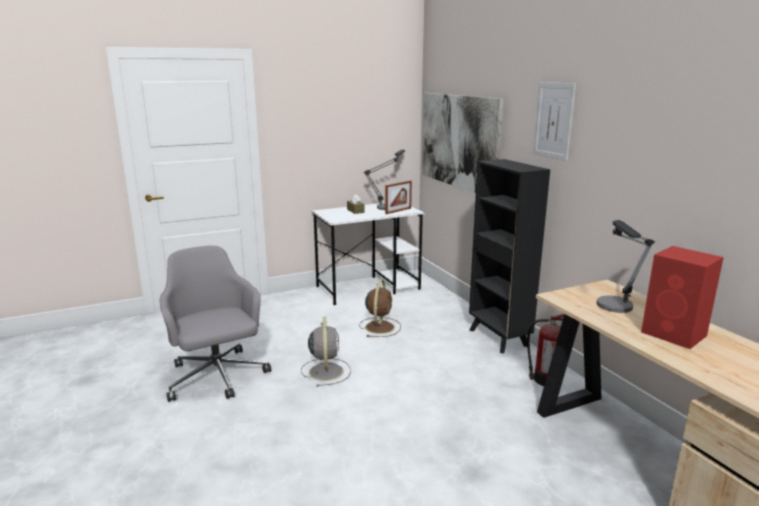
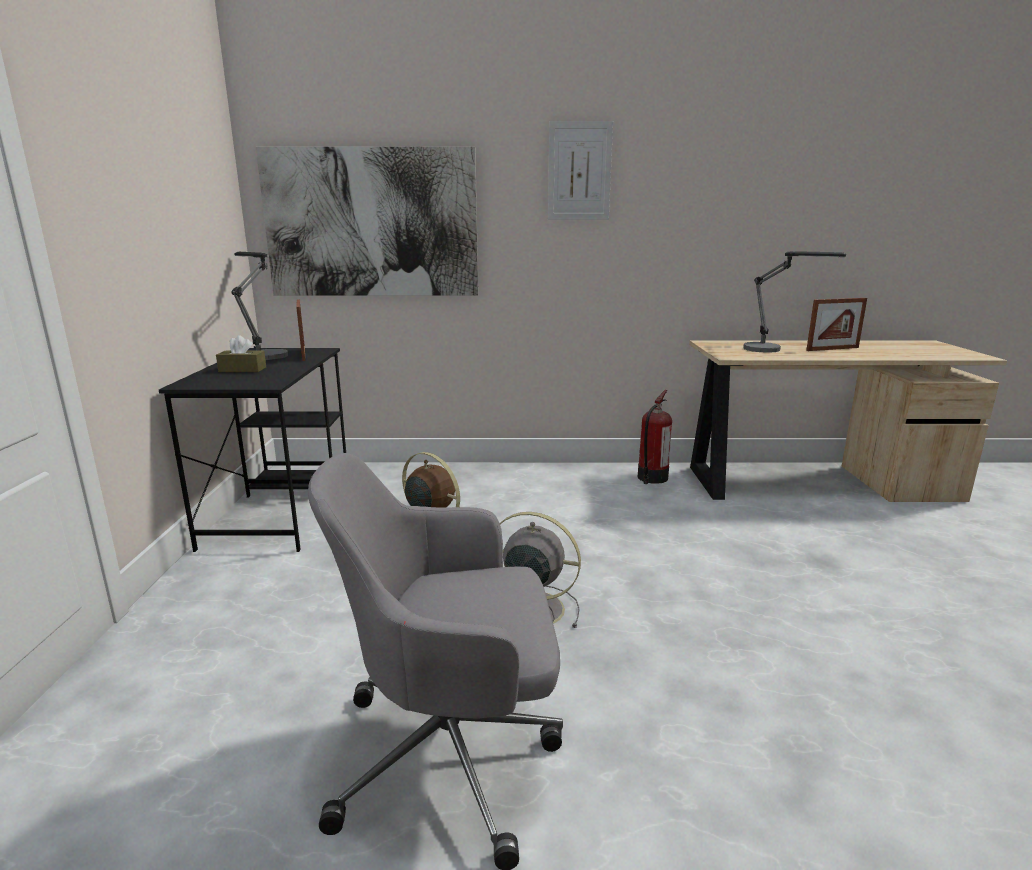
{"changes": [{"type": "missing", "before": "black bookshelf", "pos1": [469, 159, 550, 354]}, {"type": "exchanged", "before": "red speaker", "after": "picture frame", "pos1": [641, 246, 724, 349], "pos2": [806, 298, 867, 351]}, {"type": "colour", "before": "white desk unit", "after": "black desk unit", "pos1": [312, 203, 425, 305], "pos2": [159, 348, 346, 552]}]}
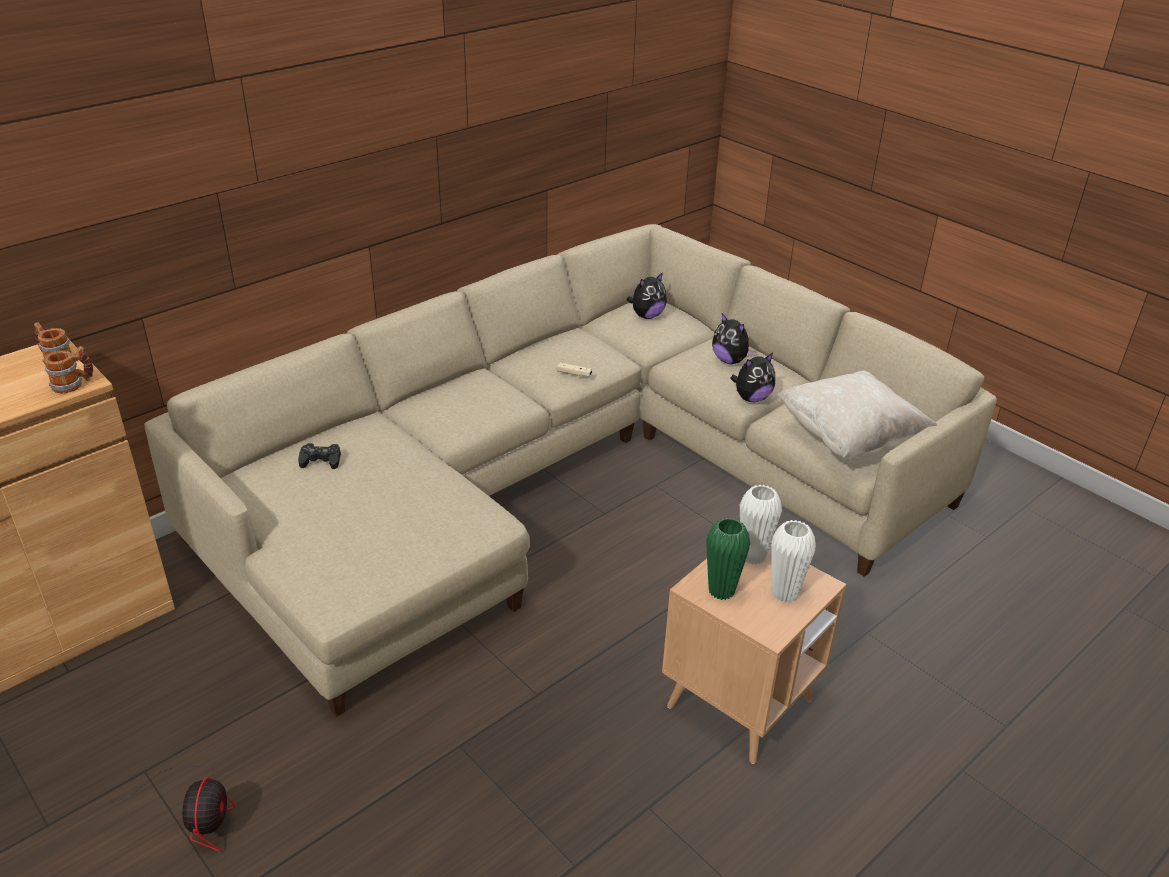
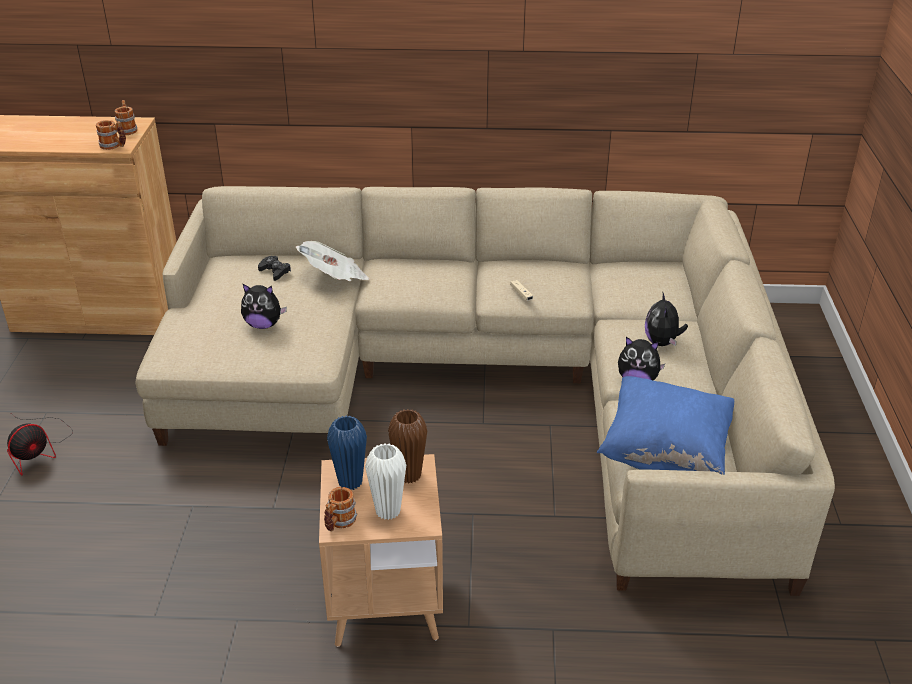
{"changes": [{"type": "appeared", "after": "daily paper", "pos2": [296, 241, 370, 281]}, {"type": "appeared", "after": "tea mug", "pos2": [324, 486, 357, 532]}, {"type": "relocated", "before": "soft toy", "pos1": [627, 272, 667, 319], "pos2": [241, 283, 287, 329]}, {"type": "colour", "before": "green decorative vase", "after": "bluish decorative vase", "pos1": [706, 518, 750, 600], "pos2": [327, 416, 367, 490]}, {"type": "colour", "before": "white decorative vase", "after": "brown decorative vase", "pos1": [740, 485, 782, 565], "pos2": [388, 409, 427, 484]}, {"type": "colour", "before": "beige cushion", "after": "bluish cushion", "pos1": [777, 370, 937, 459], "pos2": [597, 376, 734, 475]}]}
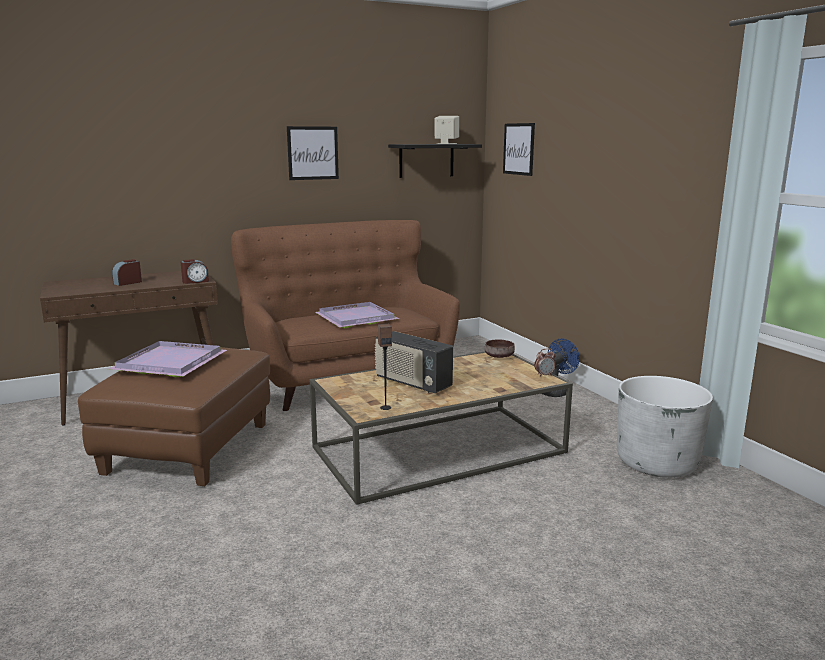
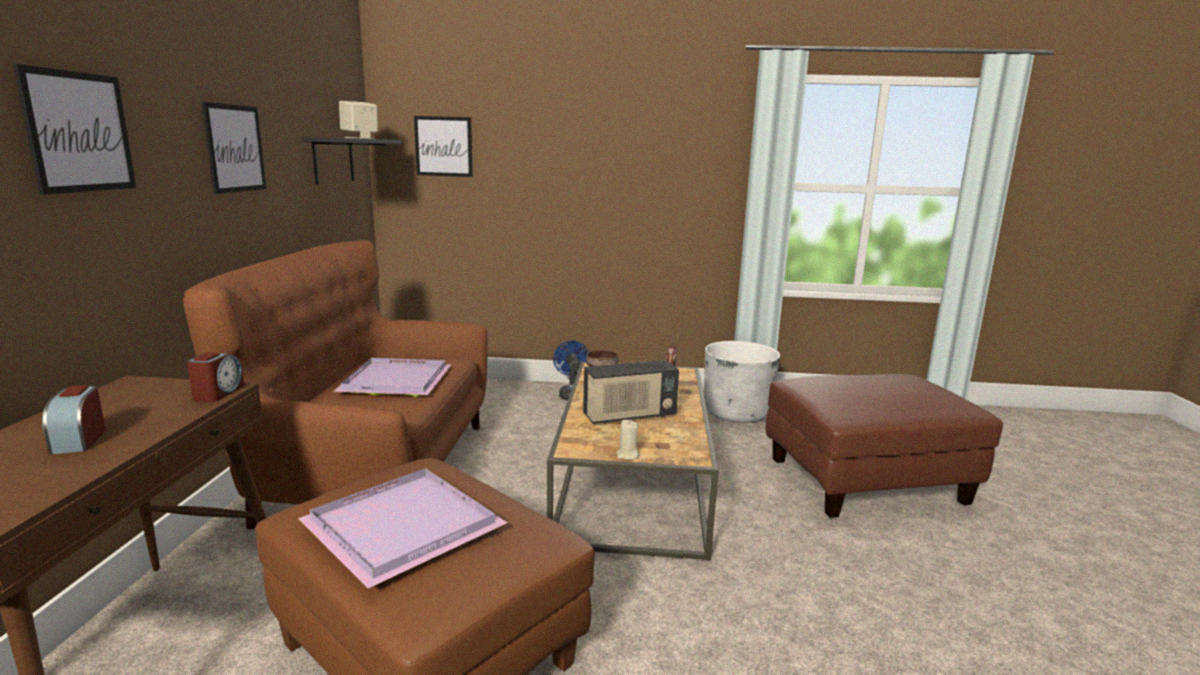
{"changes": [{"type": "missing", "before": "speaker", "pos1": [378, 324, 392, 410]}, {"type": "appeared", "after": "wall picture", "pos2": [13, 64, 136, 195]}, {"type": "appeared", "after": "beige wax candle", "pos2": [616, 420, 639, 460]}, {"type": "appeared", "after": "brown footrest", "pos2": [766, 374, 1003, 518]}]}
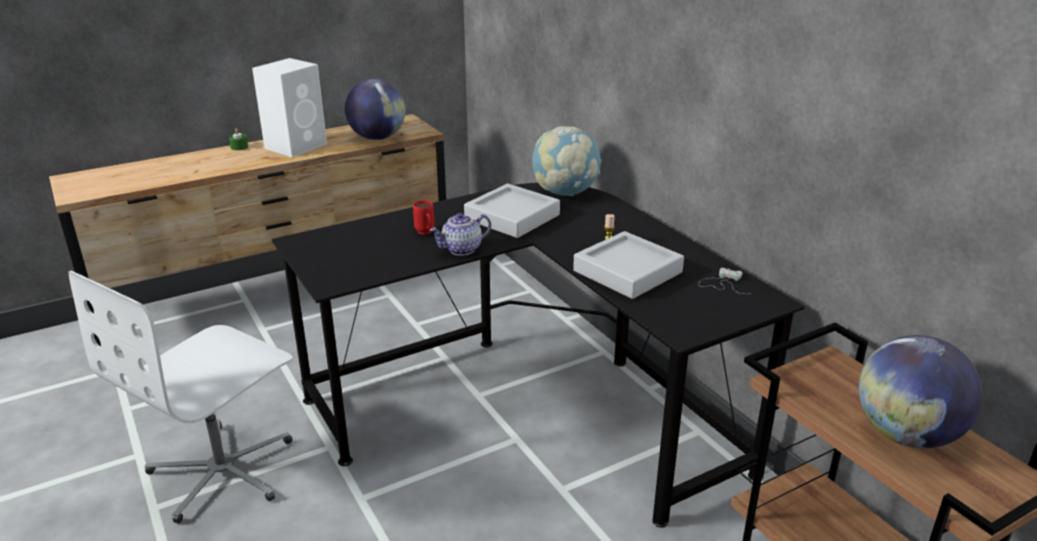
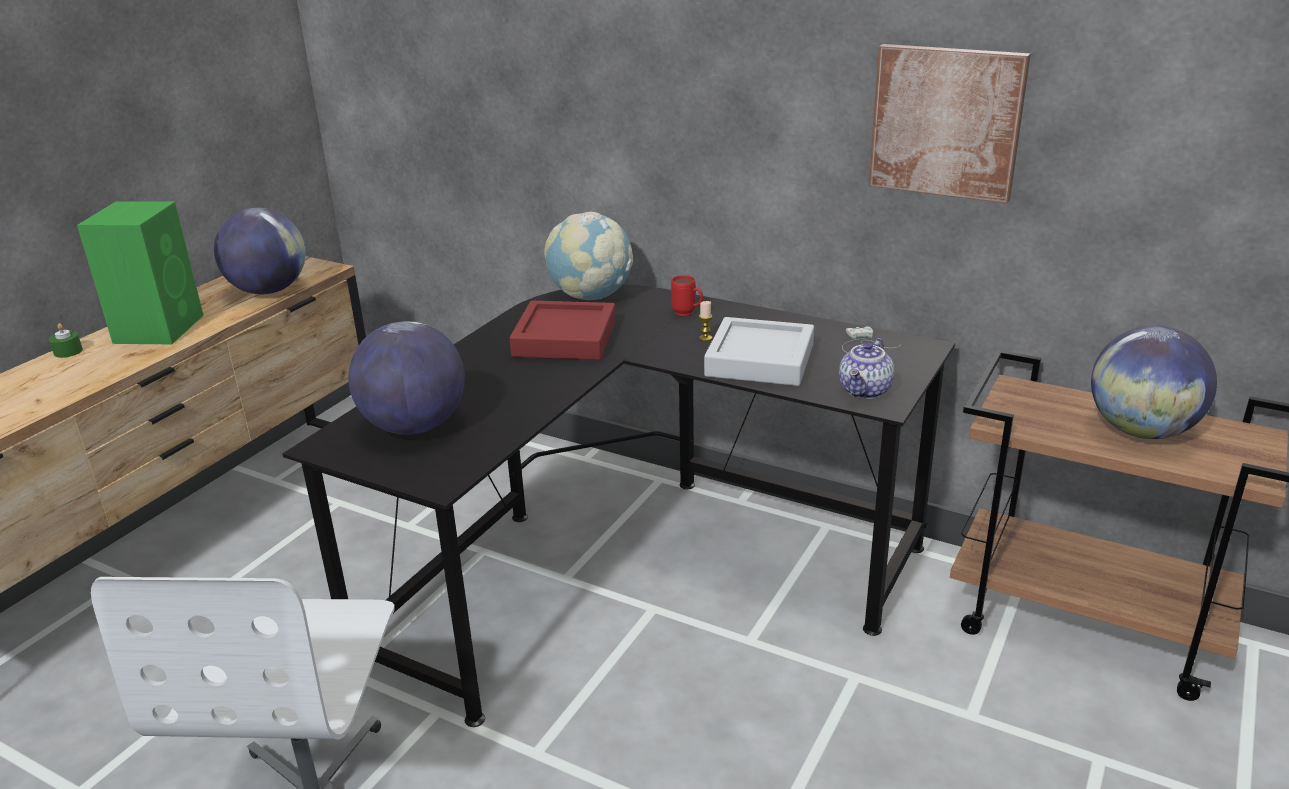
{"changes": [{"type": "appeared", "after": "world globe", "pos2": [348, 321, 465, 435]}, {"type": "appeared", "after": "wall picture", "pos2": [869, 44, 1031, 203]}, {"type": "relocated", "before": "red tea mug", "pos1": [413, 200, 434, 235], "pos2": [671, 275, 703, 316]}, {"type": "relocated", "before": "tea pot", "pos1": [429, 213, 491, 256], "pos2": [839, 338, 894, 399]}, {"type": "colour", "before": "white speaker", "after": "green speaker", "pos1": [252, 58, 327, 157], "pos2": [77, 201, 204, 344]}, {"type": "colour", "before": "greyish carrying tray", "after": "red carrying tray", "pos1": [464, 184, 560, 238], "pos2": [509, 301, 616, 360]}]}
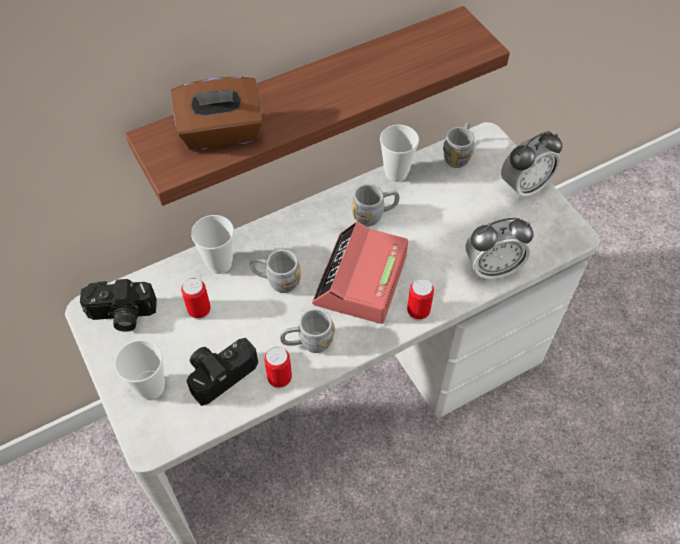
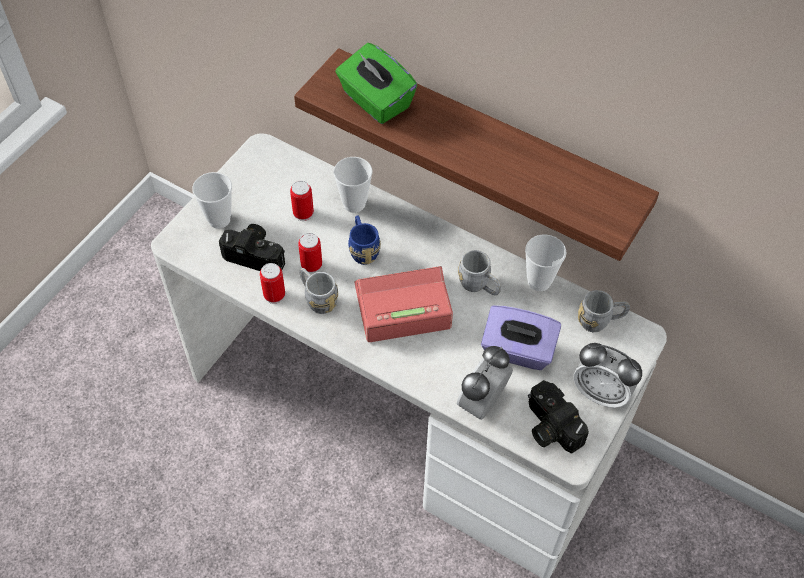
{"changes": [{"type": "appeared", "after": "purplish tissue box", "pos2": [481, 305, 561, 370]}, {"type": "relocated", "before": "still camera", "pos1": [80, 279, 157, 332], "pos2": [528, 380, 589, 454]}, {"type": "relocated", "before": "sealed can", "pos1": [407, 278, 434, 321], "pos2": [298, 233, 322, 274]}, {"type": "colour", "before": "brown tissue box", "after": "green tissue box", "pos1": [170, 76, 263, 151], "pos2": [335, 43, 417, 124]}, {"type": "colour", "before": "greyish tea mug", "after": "bluish tea mug", "pos1": [250, 250, 301, 293], "pos2": [348, 215, 381, 265]}, {"type": "spun", "before": "table clock", "pos1": [466, 218, 534, 280], "pos2": [457, 346, 513, 420], "turn": 75}]}
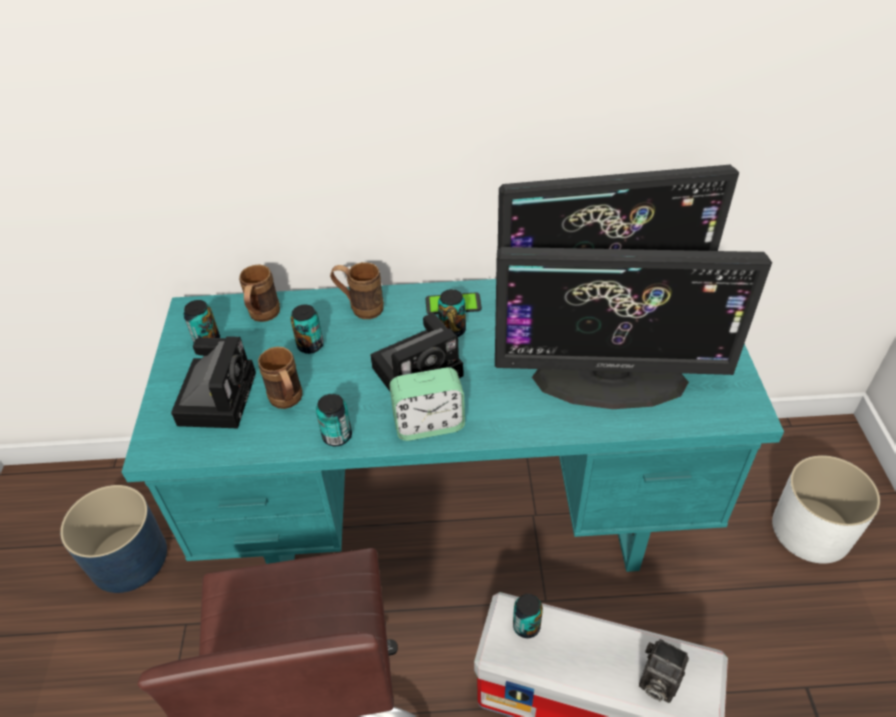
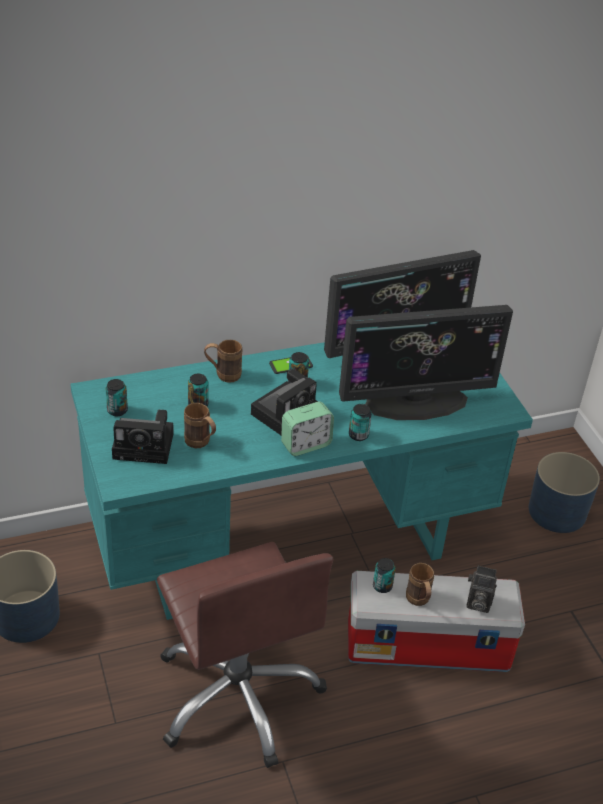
{"changes": [{"type": "relocated", "before": "brown tea mug", "pos1": [239, 265, 280, 322], "pos2": [406, 563, 434, 606]}, {"type": "relocated", "before": "sealed can", "pos1": [316, 394, 352, 446], "pos2": [349, 404, 372, 441]}, {"type": "colour", "before": "white planter", "after": "bluish planter", "pos1": [772, 455, 880, 564], "pos2": [529, 452, 600, 533]}, {"type": "spun", "before": "still camera", "pos1": [171, 336, 256, 428], "pos2": [112, 410, 174, 464], "turn": 105}]}
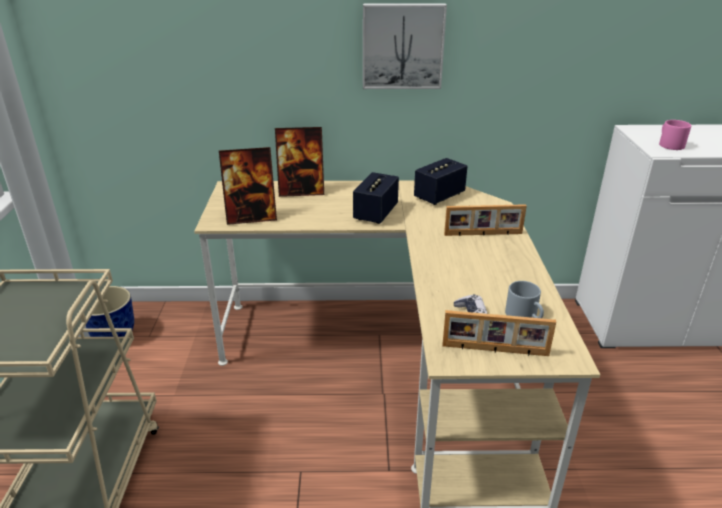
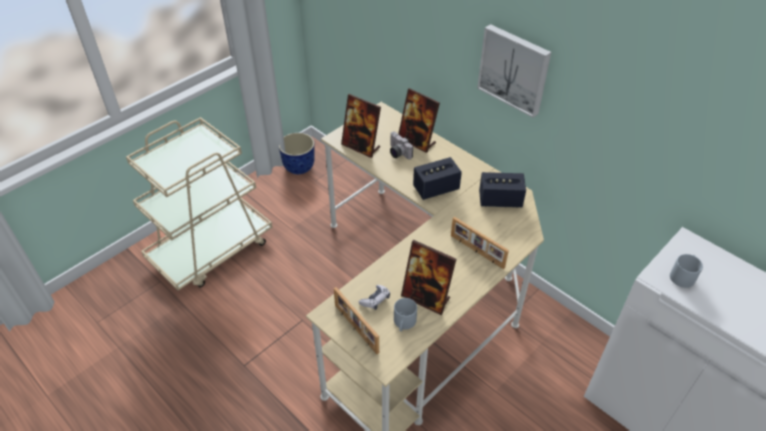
{"changes": [{"type": "appeared", "after": "still camera", "pos2": [390, 132, 413, 159]}, {"type": "appeared", "after": "picture frame", "pos2": [401, 240, 456, 315]}, {"type": "colour", "before": "pink tea mug", "after": "greyish tea mug", "pos1": [659, 120, 691, 150], "pos2": [670, 254, 703, 288]}]}
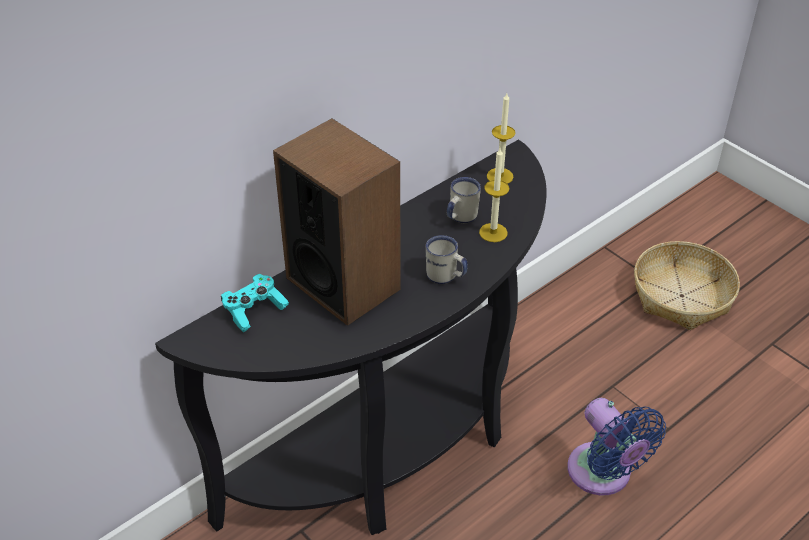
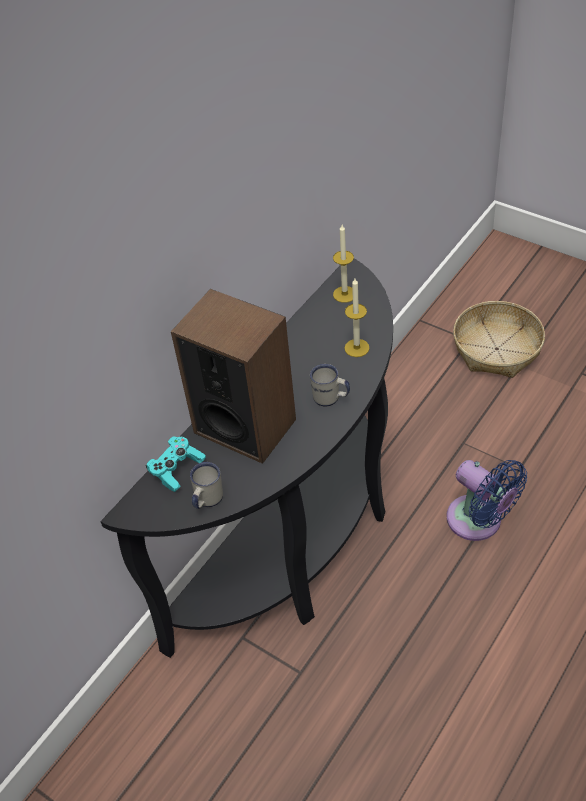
{"changes": [{"type": "relocated", "before": "white tea mug", "pos1": [447, 177, 481, 223], "pos2": [190, 462, 223, 509]}]}
